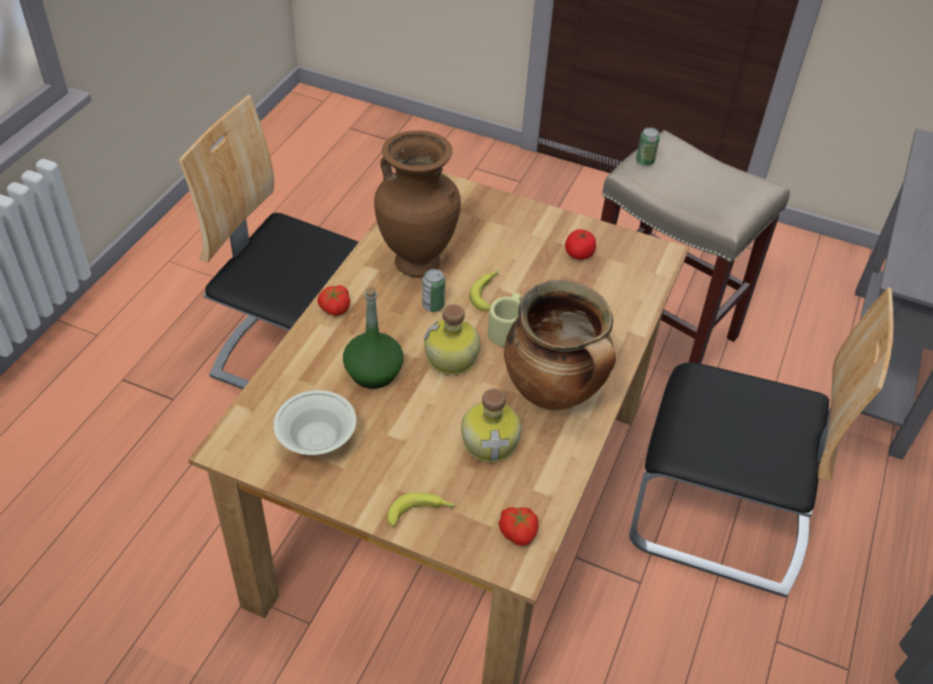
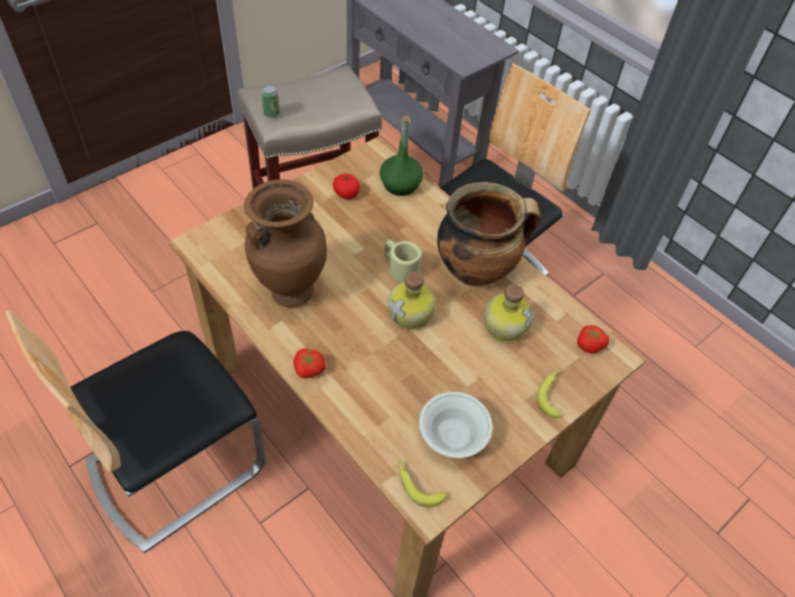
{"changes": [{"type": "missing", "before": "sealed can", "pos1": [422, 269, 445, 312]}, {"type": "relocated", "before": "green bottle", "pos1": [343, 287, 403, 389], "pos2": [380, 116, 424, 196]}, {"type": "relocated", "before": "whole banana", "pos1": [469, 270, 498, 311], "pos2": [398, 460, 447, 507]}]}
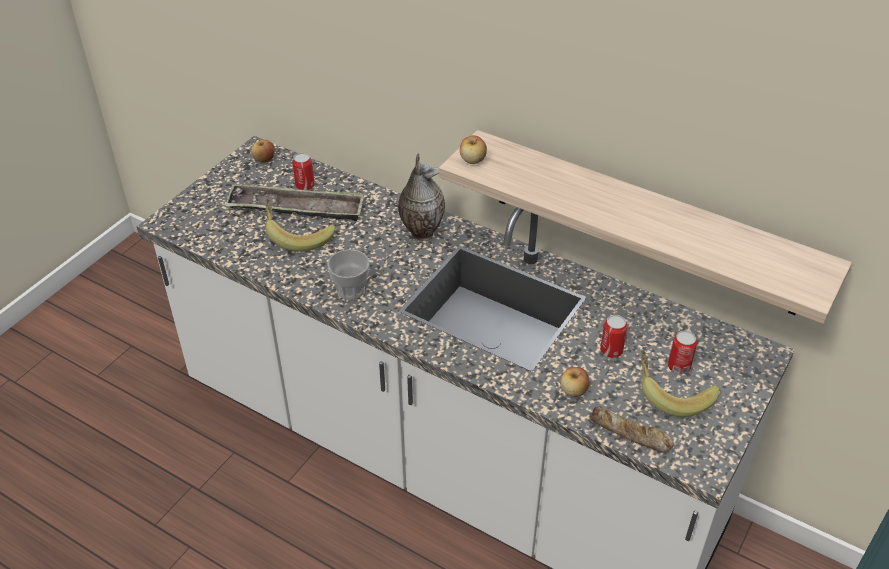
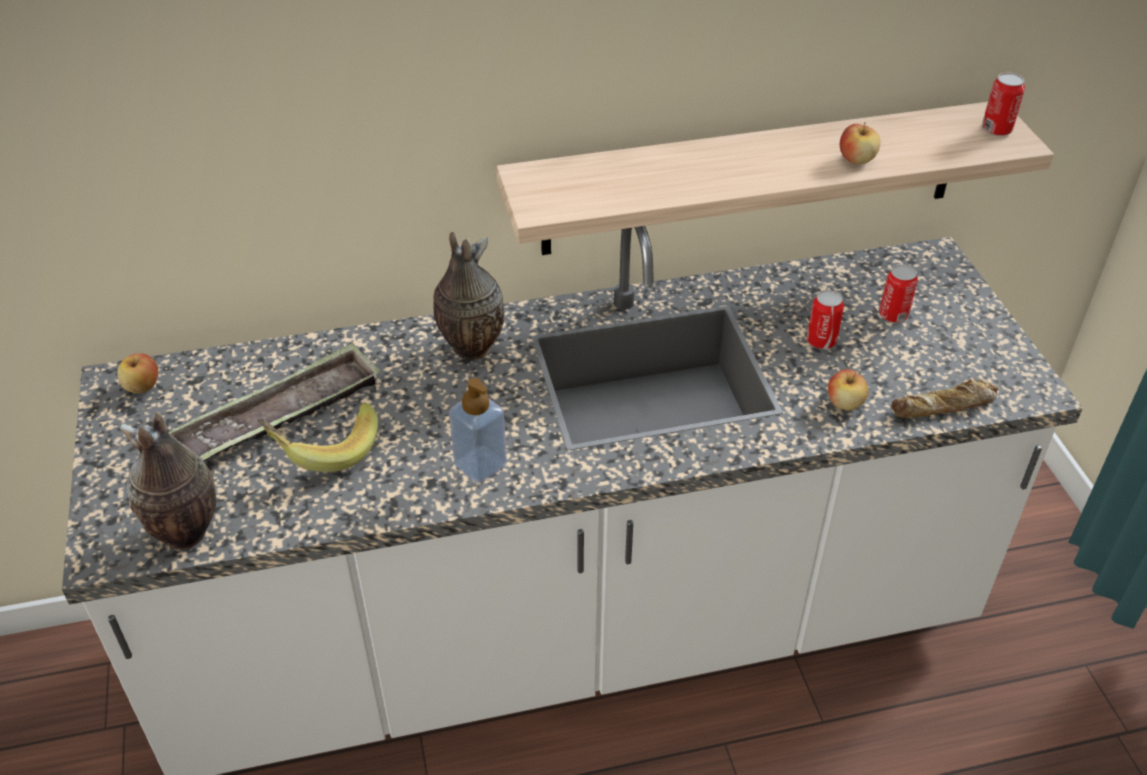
{"changes": [{"type": "missing", "before": "whole banana", "pos1": [641, 350, 719, 417]}, {"type": "appeared", "after": "decorative vase", "pos2": [120, 412, 216, 550]}, {"type": "relocated", "before": "sealed can", "pos1": [293, 153, 315, 190], "pos2": [982, 72, 1025, 136]}, {"type": "relocated", "before": "whole apple", "pos1": [460, 135, 487, 164], "pos2": [840, 122, 880, 164]}, {"type": "exchanged", "before": "cup", "after": "soap dispenser", "pos1": [327, 249, 370, 300], "pos2": [449, 378, 507, 483]}]}
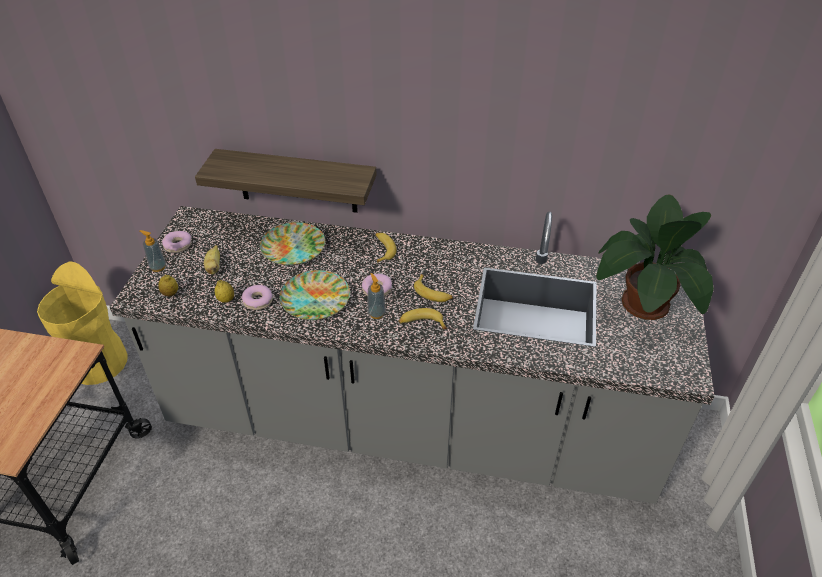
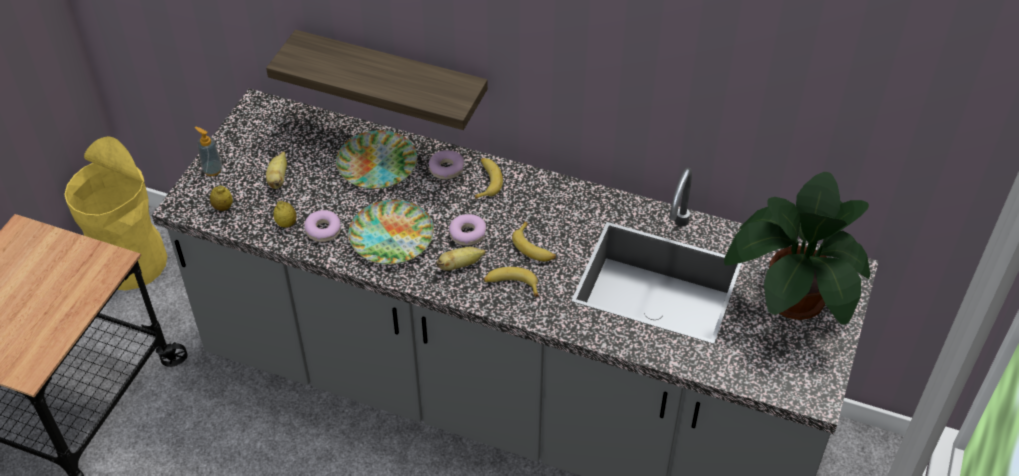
{"changes": [{"type": "relocated", "before": "ring doughnut", "pos1": [162, 231, 191, 253], "pos2": [429, 150, 464, 180]}, {"type": "exchanged", "before": "soap dispenser", "after": "whole banana", "pos1": [367, 273, 386, 319], "pos2": [436, 247, 486, 271]}]}
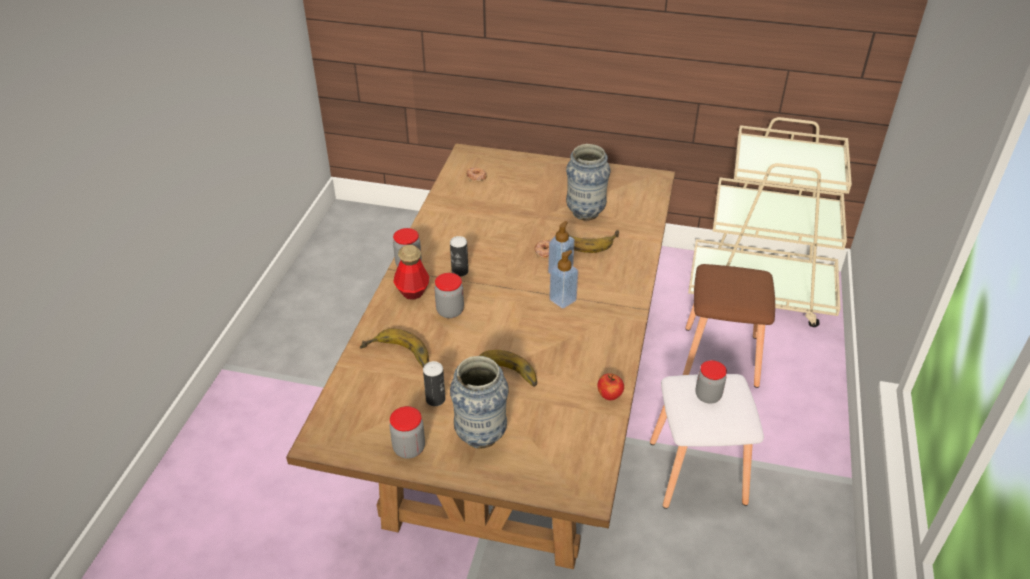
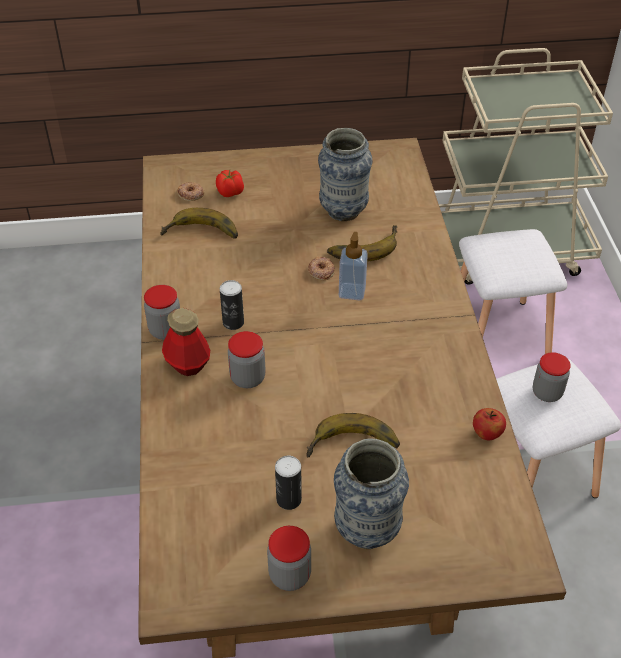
{"changes": [{"type": "missing", "before": "soap dispenser", "pos1": [549, 250, 578, 308]}, {"type": "appeared", "after": "tomato", "pos2": [216, 170, 244, 197]}, {"type": "relocated", "before": "whole banana", "pos1": [360, 329, 429, 367], "pos2": [160, 208, 238, 239]}, {"type": "colour", "before": "brown stool", "after": "white stool", "pos1": [683, 264, 775, 388], "pos2": [459, 229, 568, 354]}]}
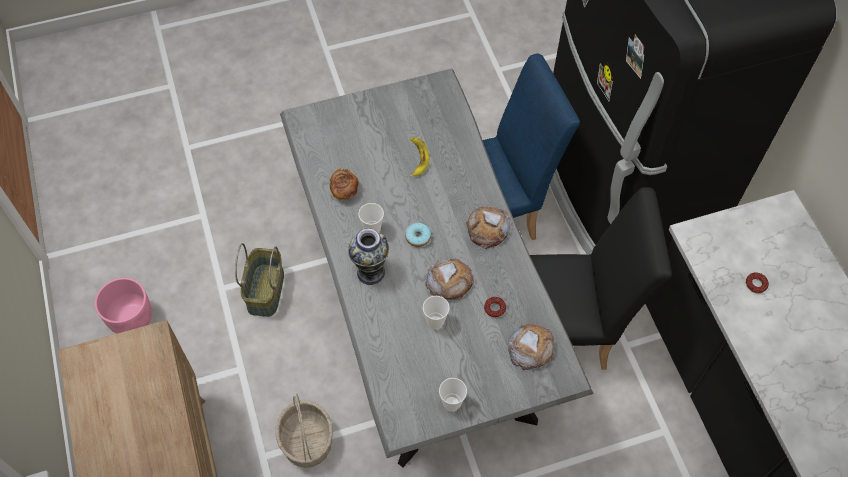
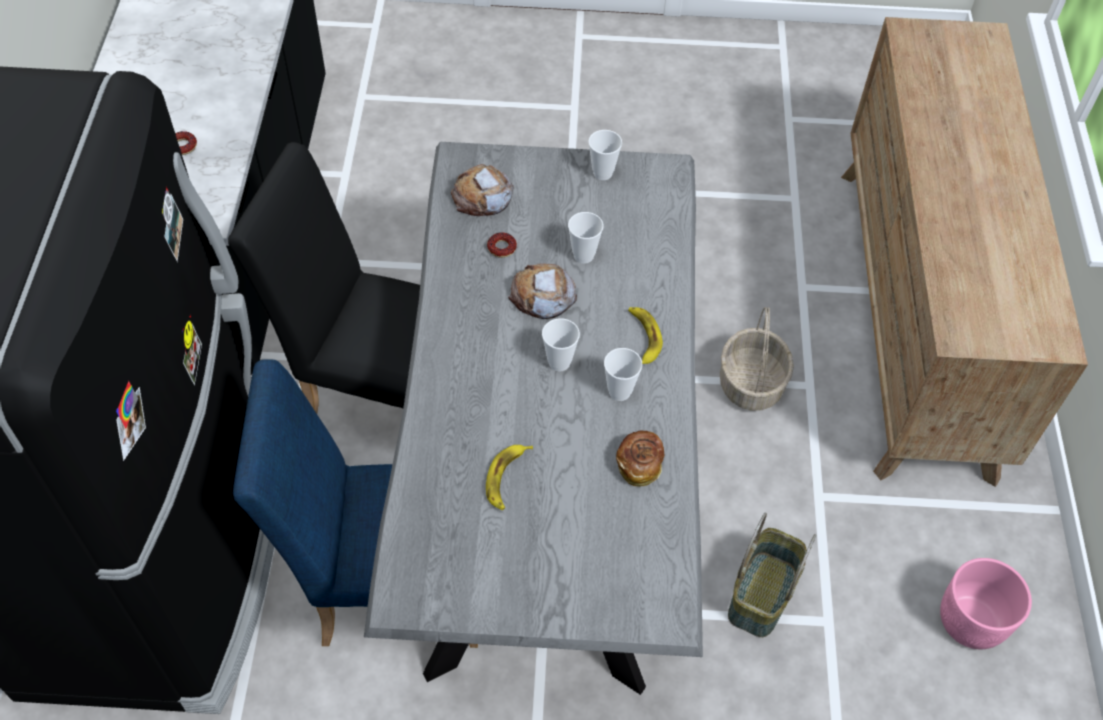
{"changes": [{"type": "missing", "before": "bread", "pos1": [466, 206, 510, 249]}, {"type": "exchanged", "before": "decorative vase", "after": "whole banana", "pos1": [348, 228, 389, 285], "pos2": [628, 307, 663, 364]}, {"type": "exchanged", "before": "ring doughnut", "after": "cup", "pos1": [405, 223, 431, 247], "pos2": [542, 318, 580, 371]}]}
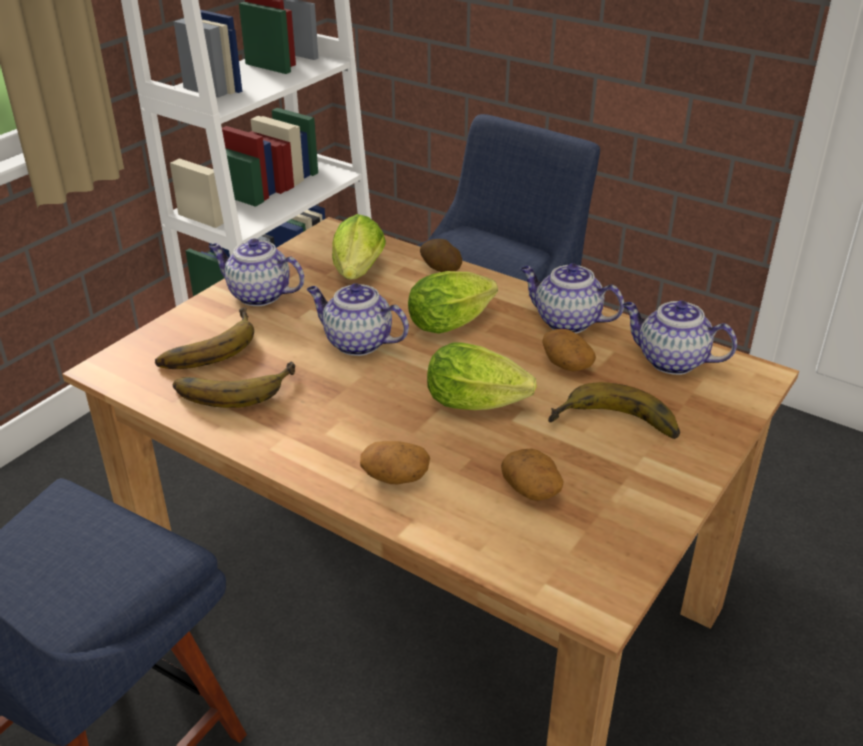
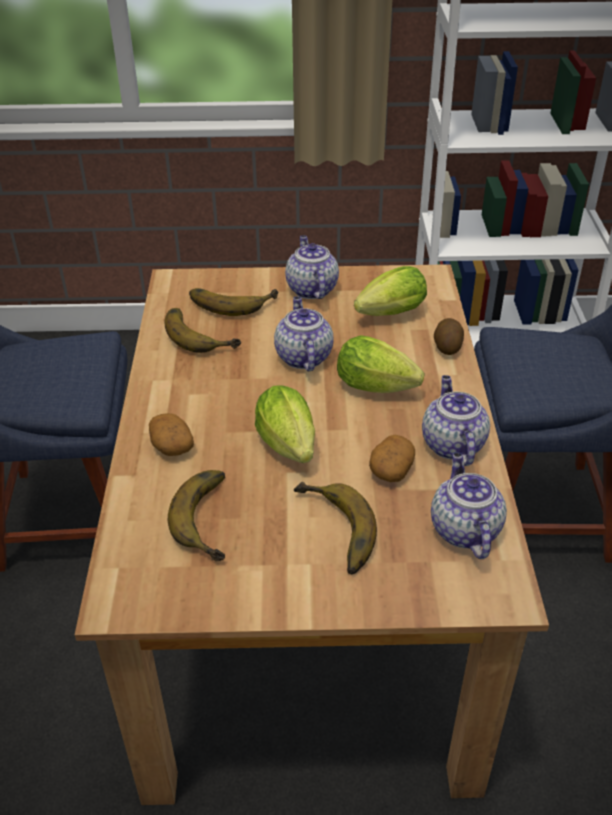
{"changes": [{"type": "exchanged", "before": "potato", "after": "whole banana", "pos1": [501, 448, 564, 501], "pos2": [168, 470, 225, 561]}]}
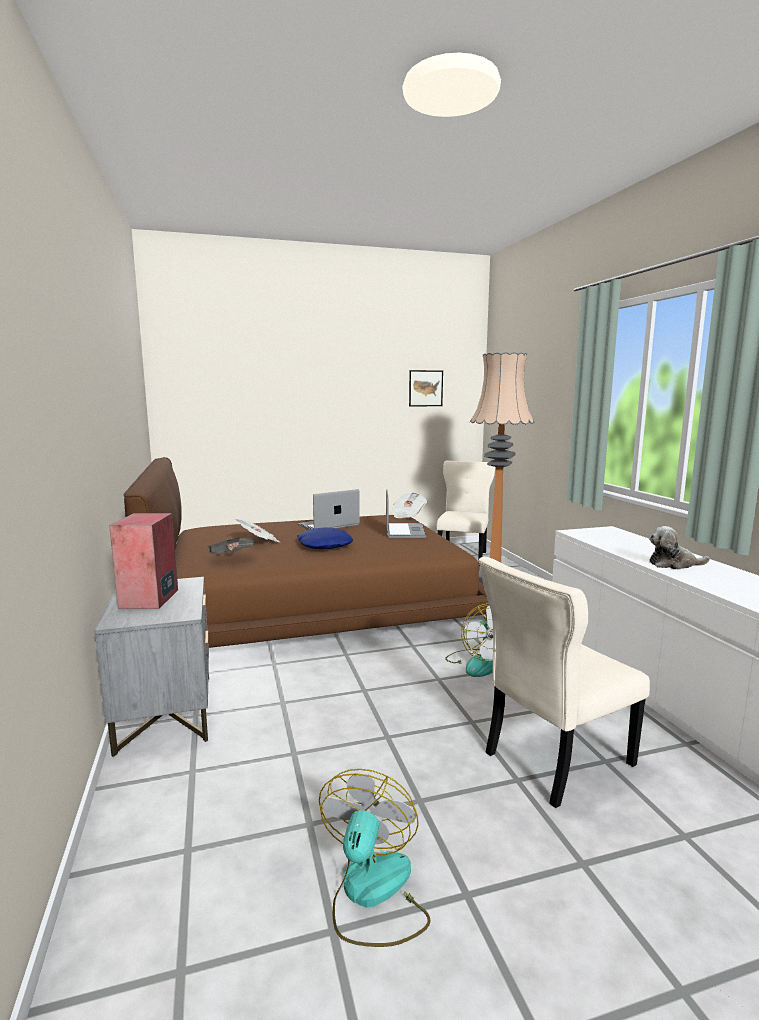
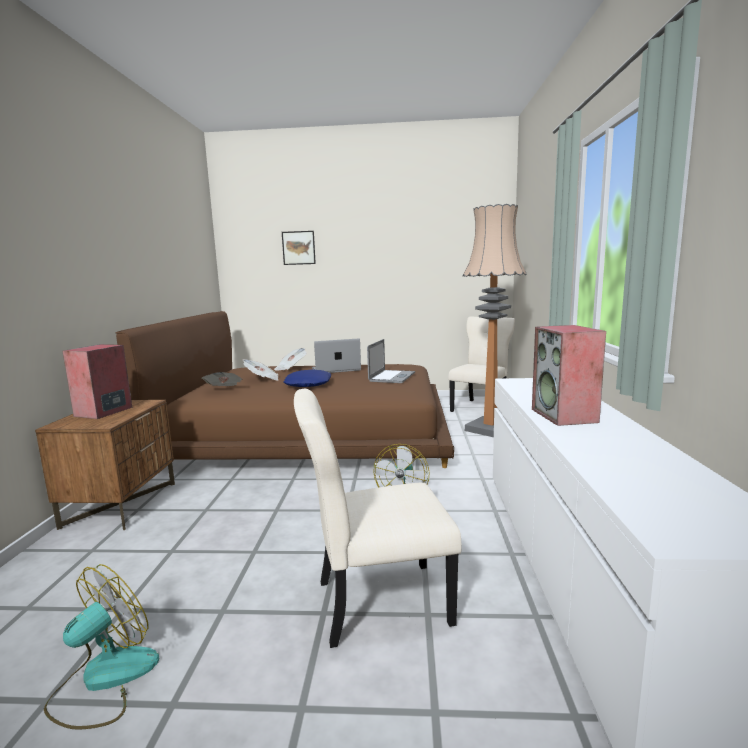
{"changes": [{"type": "relocated", "before": "daily paper", "pos1": [393, 492, 427, 518], "pos2": [274, 348, 307, 371]}, {"type": "relocated", "before": "wall picture", "pos1": [409, 370, 443, 406], "pos2": [282, 231, 316, 265]}, {"type": "exchanged", "before": "soft toy", "after": "speaker", "pos1": [649, 526, 710, 570], "pos2": [532, 325, 606, 426]}, {"type": "colour", "before": "greyish bedside table", "after": "brown bedside table", "pos1": [95, 577, 209, 757], "pos2": [35, 400, 175, 530]}]}
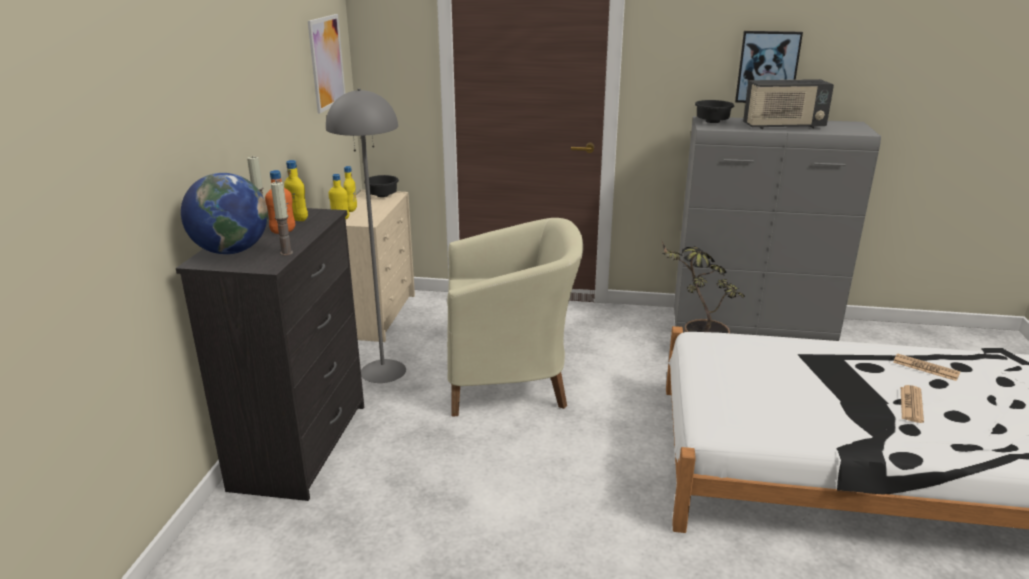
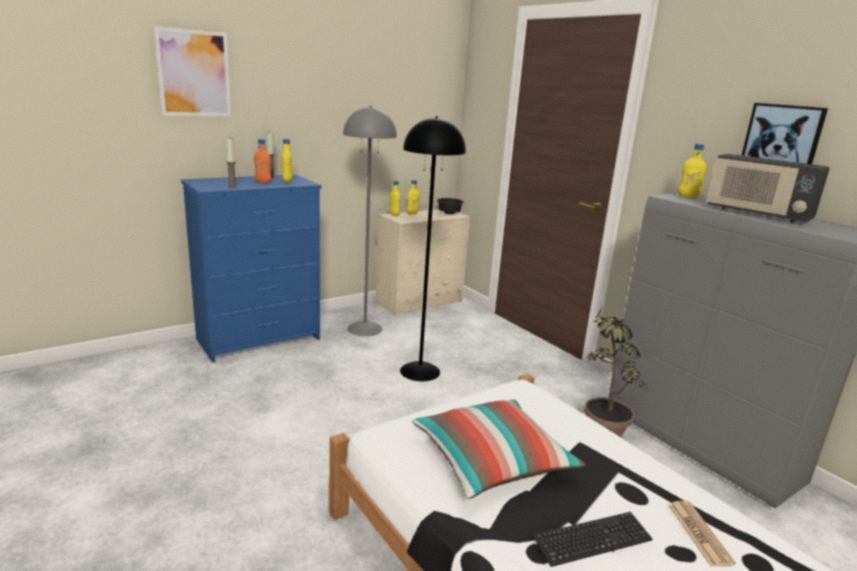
{"changes": [{"type": "missing", "before": "world globe", "pos1": [181, 173, 268, 254]}, {"type": "appeared", "after": "cushion", "pos2": [412, 400, 585, 499]}, {"type": "relocated", "before": "wall picture", "pos1": [308, 14, 345, 113], "pos2": [153, 26, 231, 117]}, {"type": "exchanged", "before": "beige easy chair", "after": "black standard lamp", "pos1": [447, 218, 583, 417], "pos2": [400, 116, 466, 381]}, {"type": "exchanged", "before": "black bowl", "after": "yellow bottle", "pos1": [695, 100, 734, 123], "pos2": [678, 144, 707, 198]}, {"type": "exchanged", "before": "daily paper", "after": "PC keyboard", "pos1": [901, 385, 924, 423], "pos2": [533, 512, 652, 567]}, {"type": "colour", "before": "black dresser", "after": "bluish dresser", "pos1": [176, 208, 364, 501], "pos2": [181, 174, 321, 363]}]}
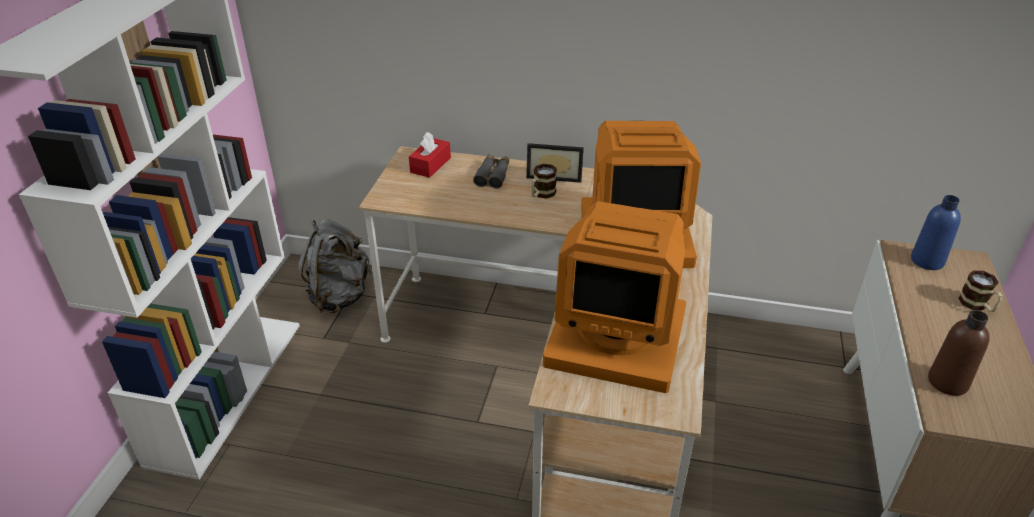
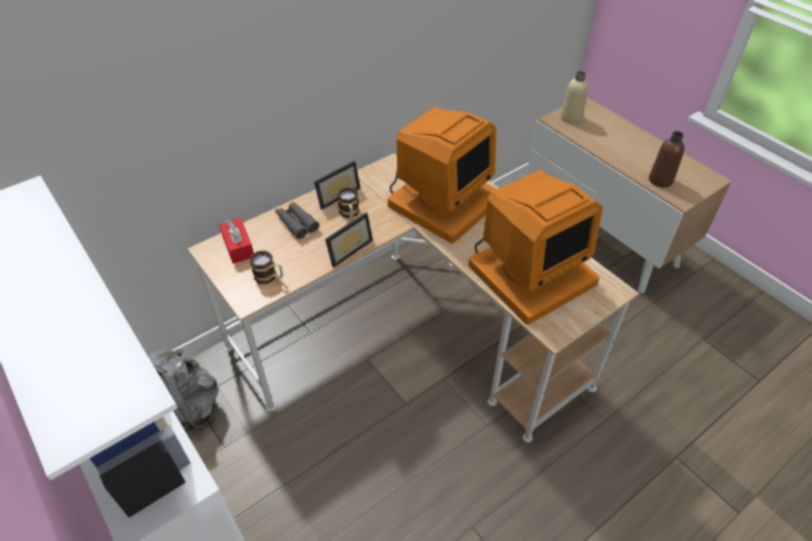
{"changes": [{"type": "appeared", "after": "picture frame", "pos2": [325, 212, 373, 267]}, {"type": "relocated", "before": "tea mug", "pos1": [958, 270, 1003, 312], "pos2": [250, 251, 283, 284]}, {"type": "colour", "before": "bluish bottle", "after": "beige bottle", "pos1": [911, 195, 961, 270], "pos2": [561, 71, 588, 124]}]}
